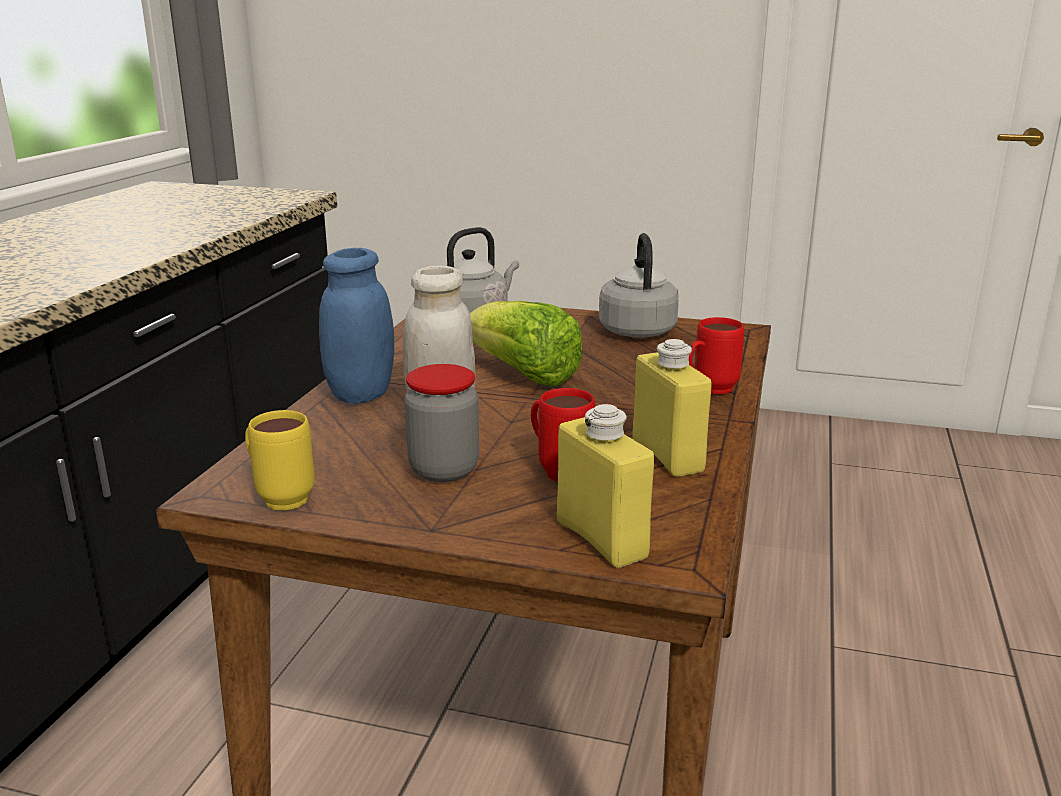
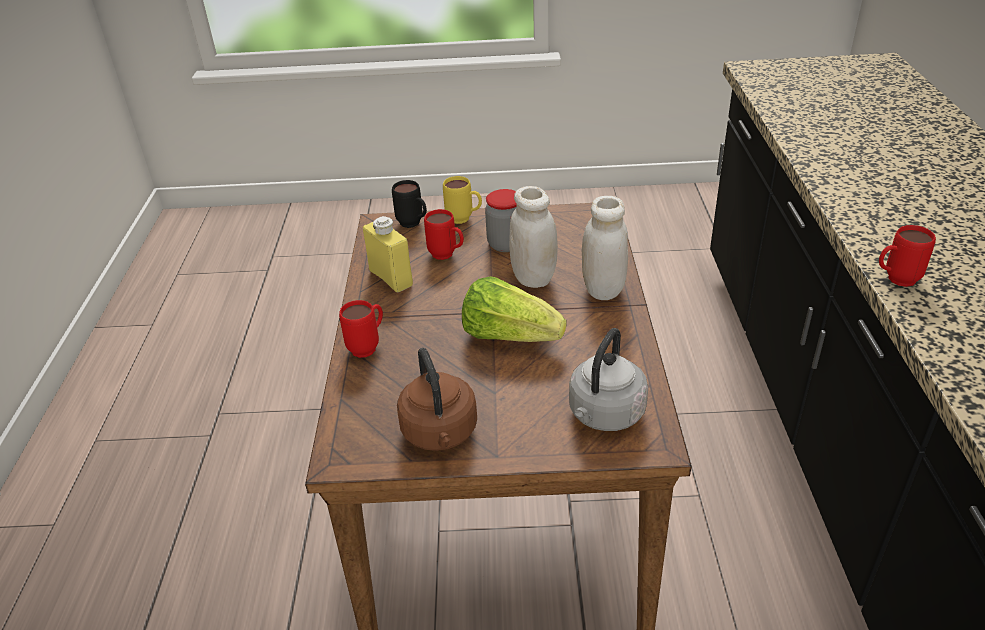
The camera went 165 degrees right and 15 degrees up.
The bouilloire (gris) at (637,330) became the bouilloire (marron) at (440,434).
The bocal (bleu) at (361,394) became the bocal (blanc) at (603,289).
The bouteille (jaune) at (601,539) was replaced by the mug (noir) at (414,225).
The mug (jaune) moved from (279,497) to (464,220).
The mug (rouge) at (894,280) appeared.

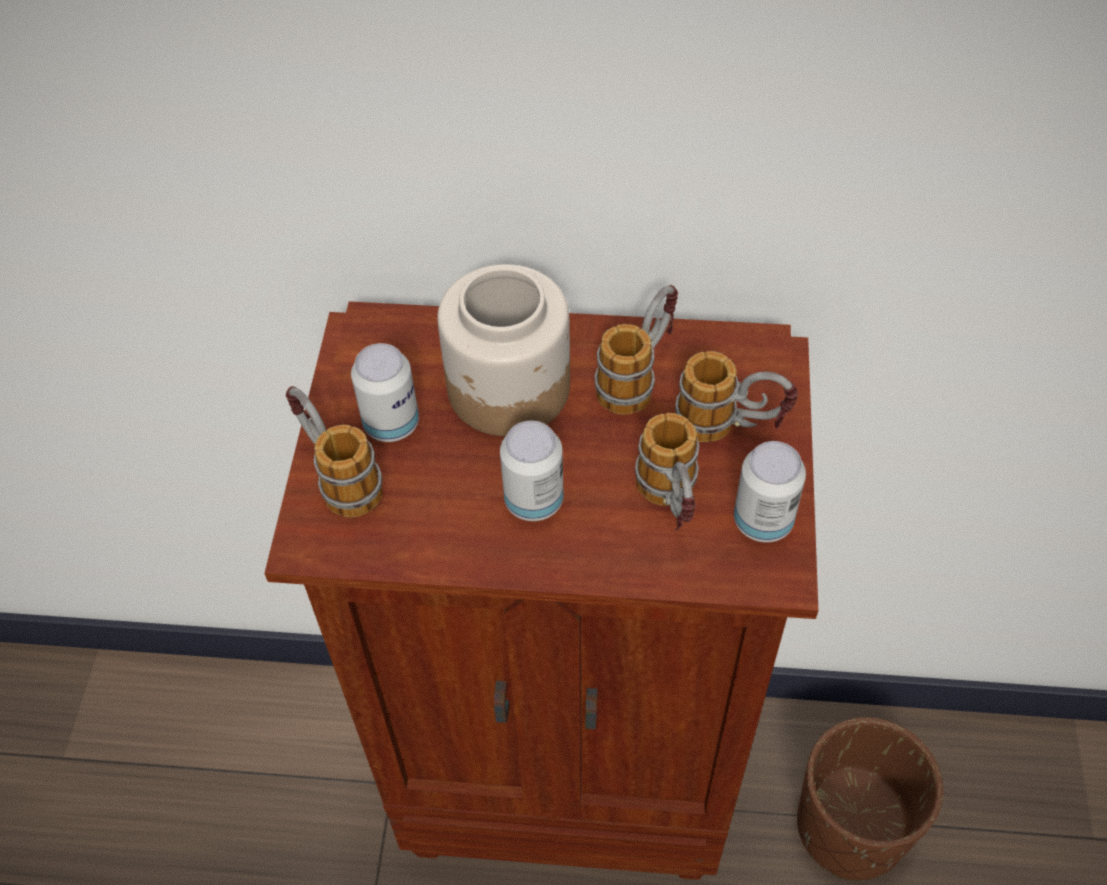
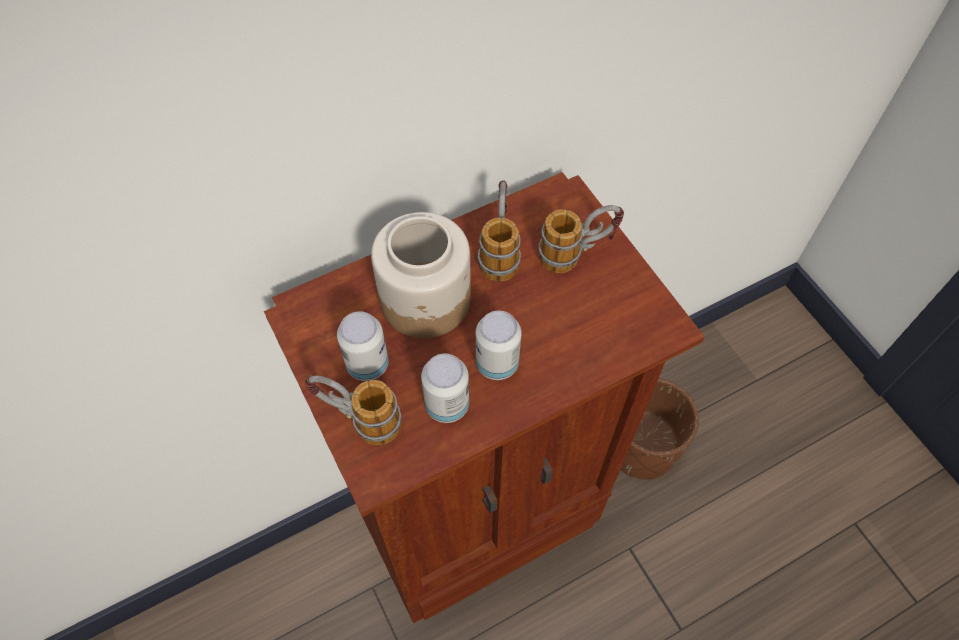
The camera went 35 degrees left and 5 degrees up.
The mug at (671,505) disappeared.
The boîte métallique moved from (763,521) to (447,405).

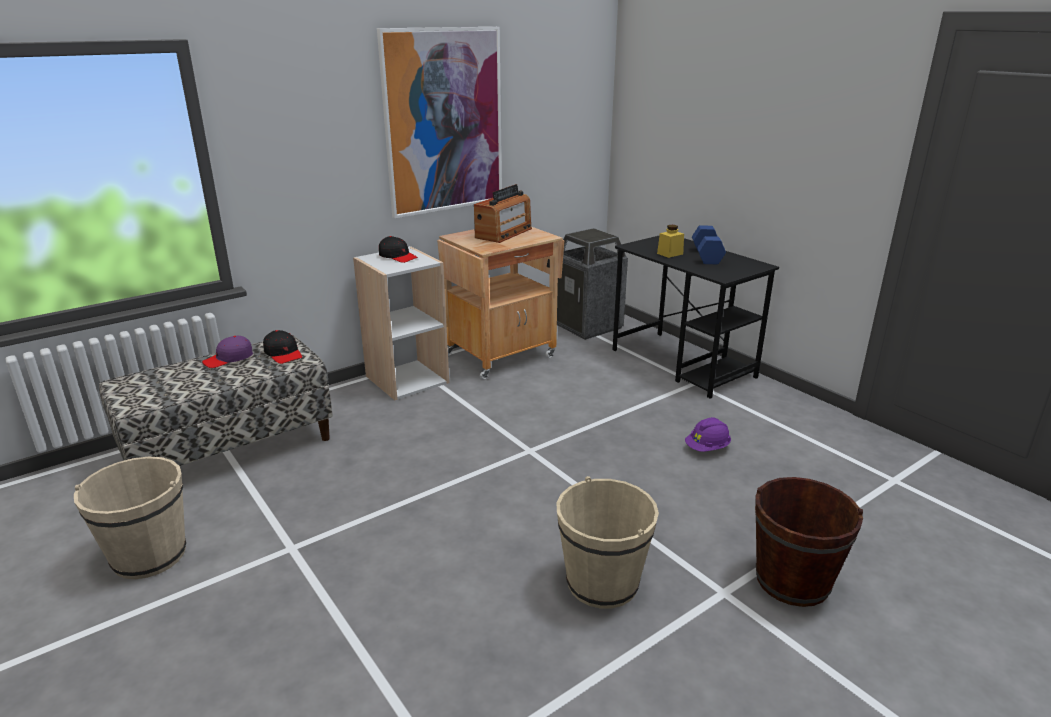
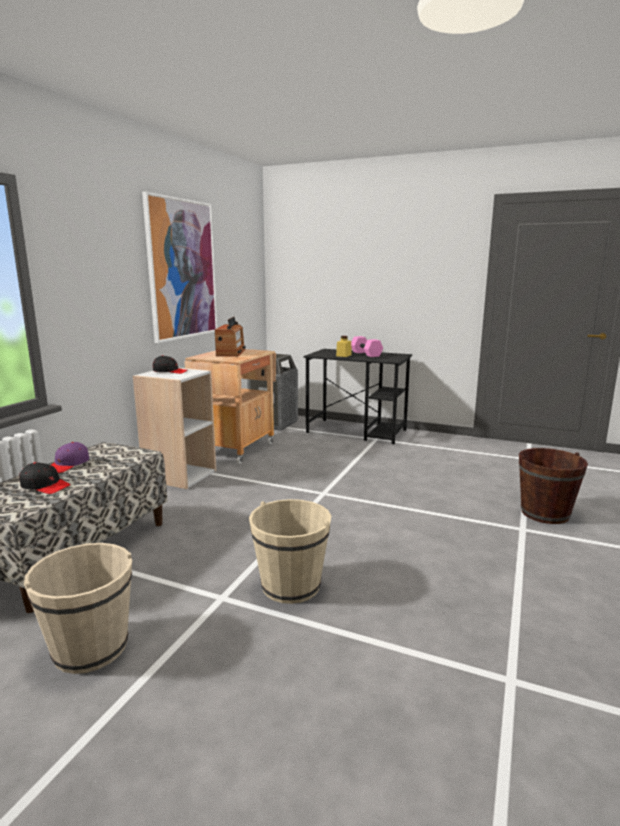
The camera went 30 degrees left and 10 degrees down.
The haltère (bleu) at (707,256) became the haltère (rose) at (366,354).
The casquette (noir) moved from (283,353) to (45,486).
The casque de chantier (violet) at (707,448) disappeared.
The seau (beige) moved from (602,582) to (291,585).

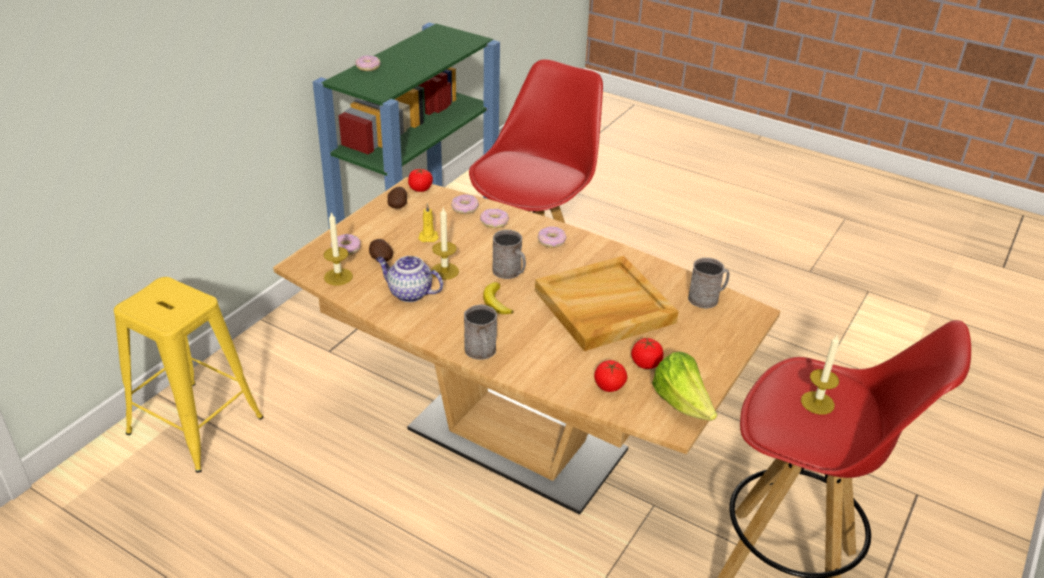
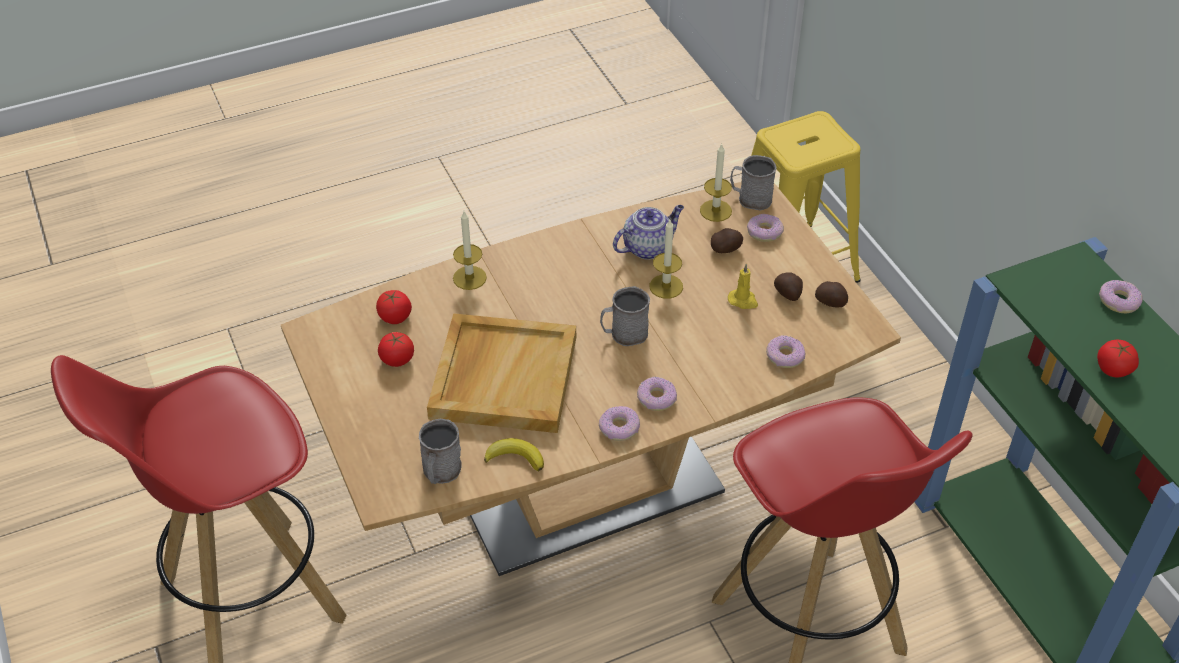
The camera went 125 degrees right and 10 degrees up.
The tomate moved from (420,189) to (1113,369).
The beignet moved from (494,222) to (619,428).
The banane moved from (496,302) to (515,457).
The mug (gris) moved from (481,352) to (750,198).
The bougie moved from (817,403) to (469,278).
The laitue at (682,404) disappeared.
The pomme de terre at (788,294) appeared.

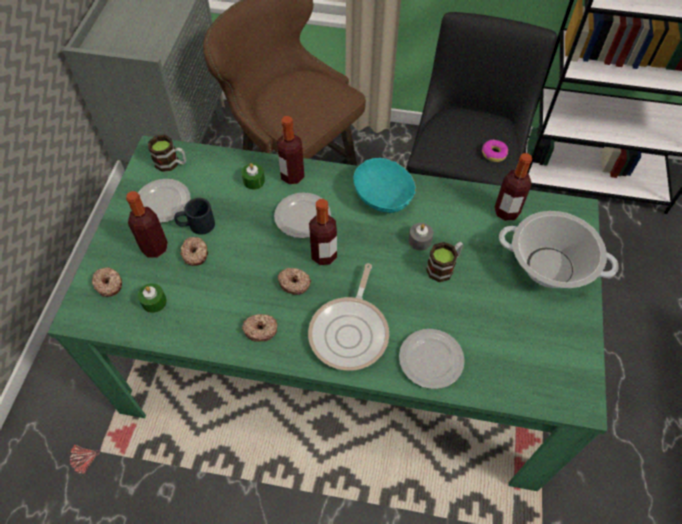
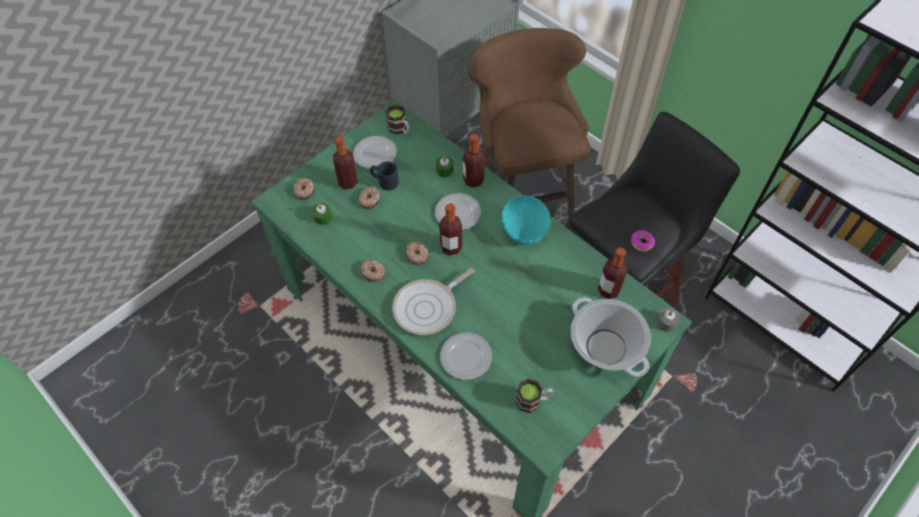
The camera went 35 degrees right and 0 degrees up.
The bougie (gris) moved from (420,240) to (666,322).
The mug moved from (444,267) to (533,400).

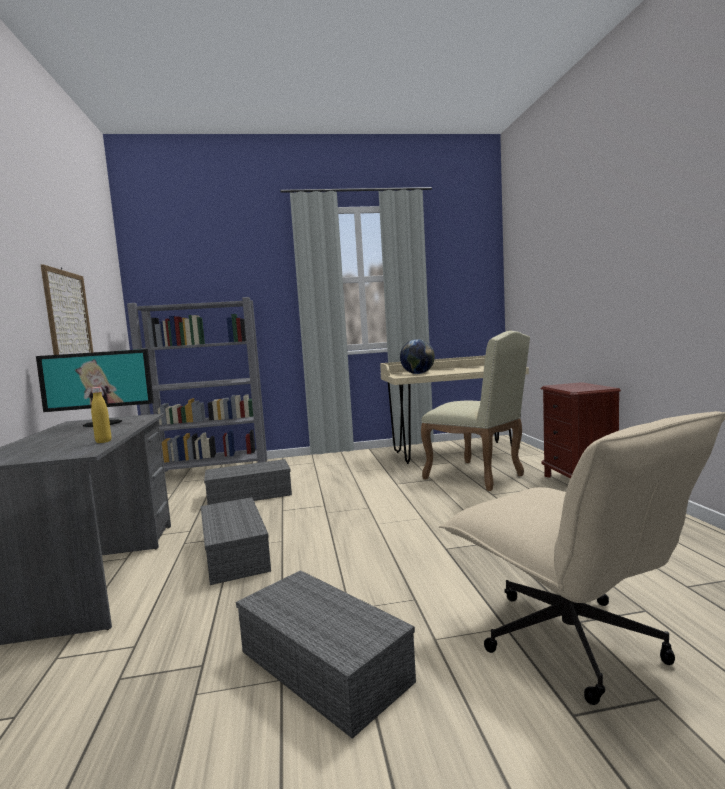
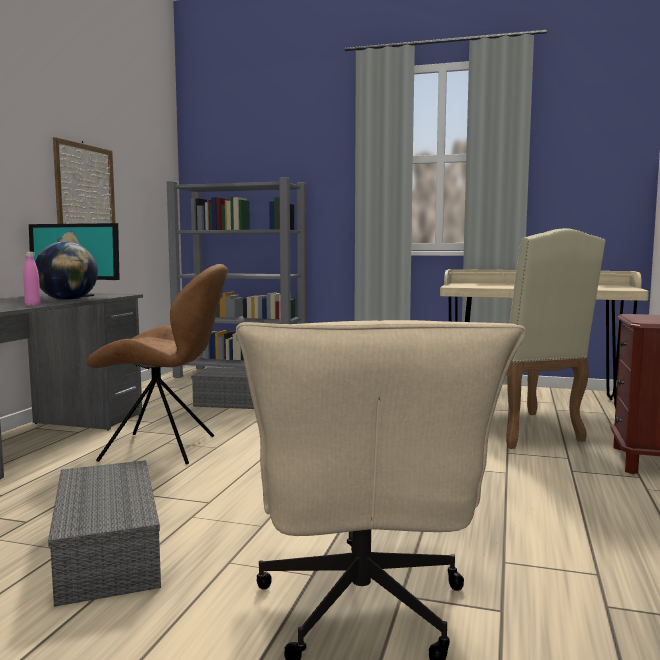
The camera went 25 degrees right and 0 degrees up.
The globe moved from (417,374) to (67,300).
The bouteille (jaune) at (103,441) became the bouteille (rose) at (32,305).
The boîte de rangement (gris) at (236,554) was replaced by the chaise (marron) at (163,448).

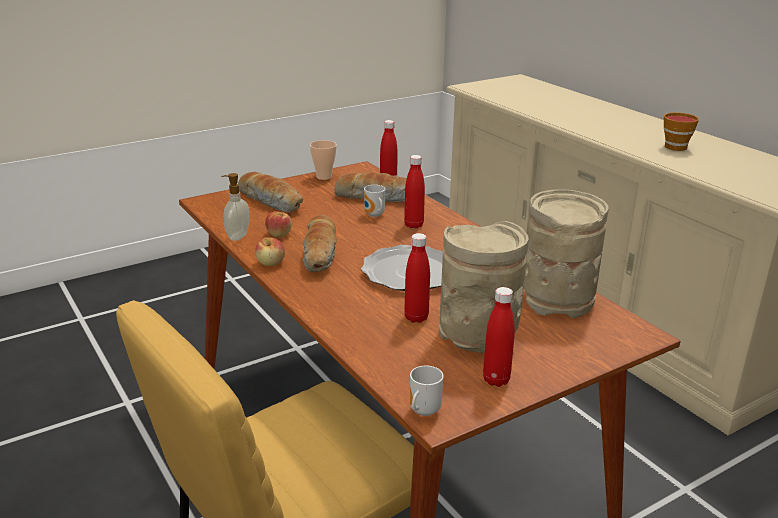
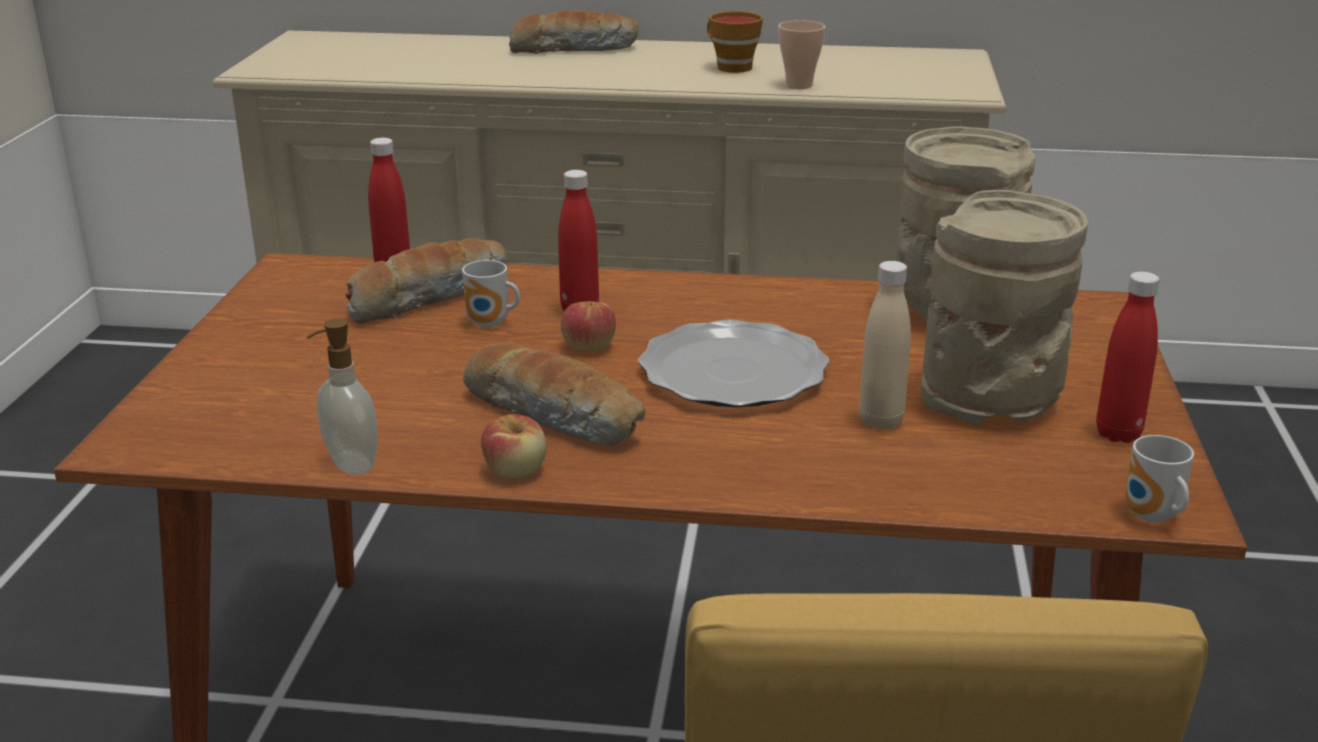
The camera went 50 degrees left and 0 degrees up.
The tasse moved from (324,177) to (799,85).
The pain moved from (271,201) to (574,49).
The pomme moved from (279,234) to (588,346).
The bouteille (rouge) at (416,317) became the bouteille (beige) at (880,421).

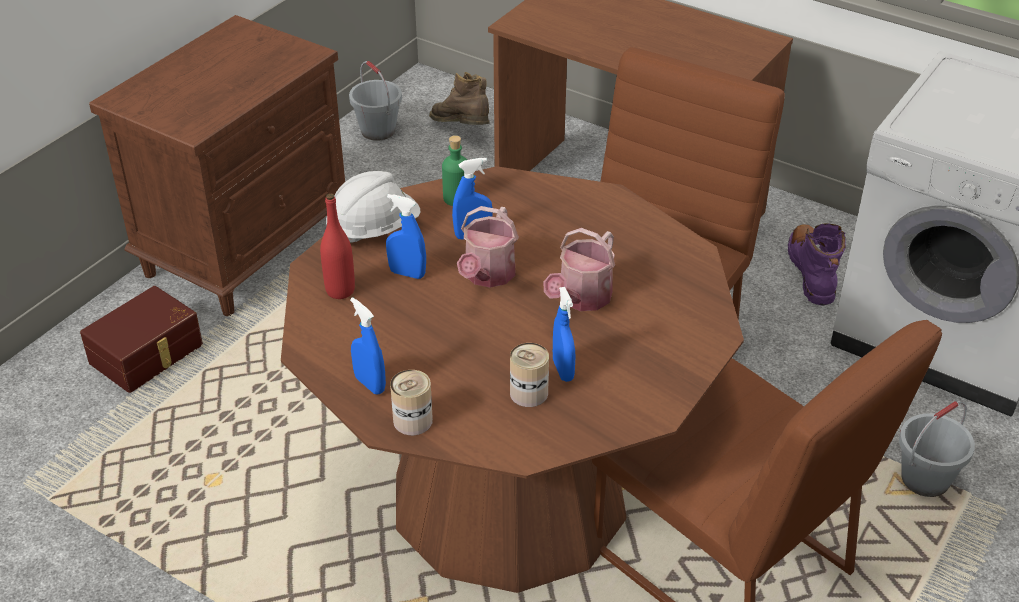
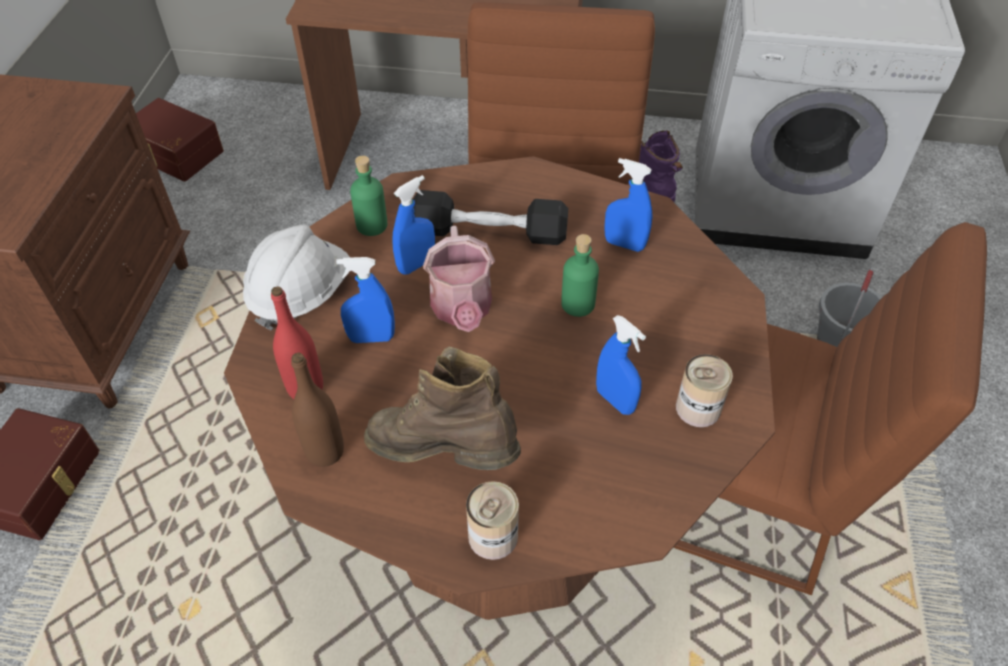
The camera went 25 degrees left and 10 degrees up.
The seau (gris) at (378,131) was replaced by the boîte de rangement (marron) at (175,154).
The botte (marron) moved from (462,130) to (445,454).
The arrosoir at (581,299) was replaced by the bouteille (vert) at (577,304).
The vaporisateur (bleu) moved from (370,384) to (624,244).
The boîte métallique moved from (529,393) to (698,408).
The haltère (noir) at (489,232) appeared.
The bouteille (marron) at (325,451) appeared.

